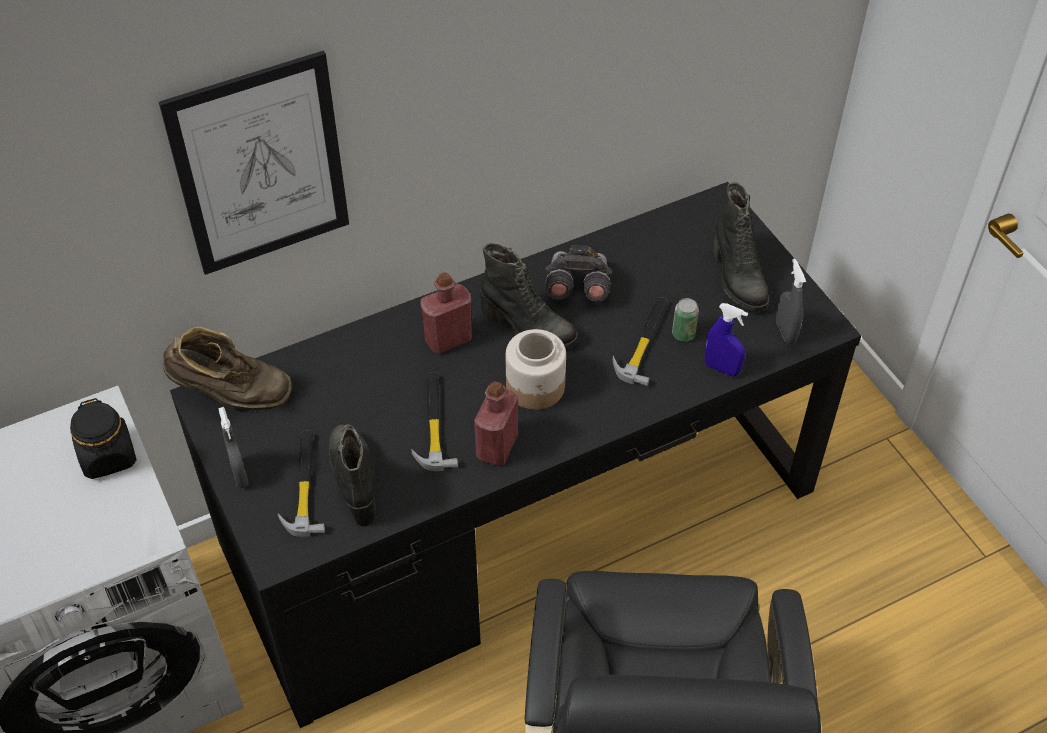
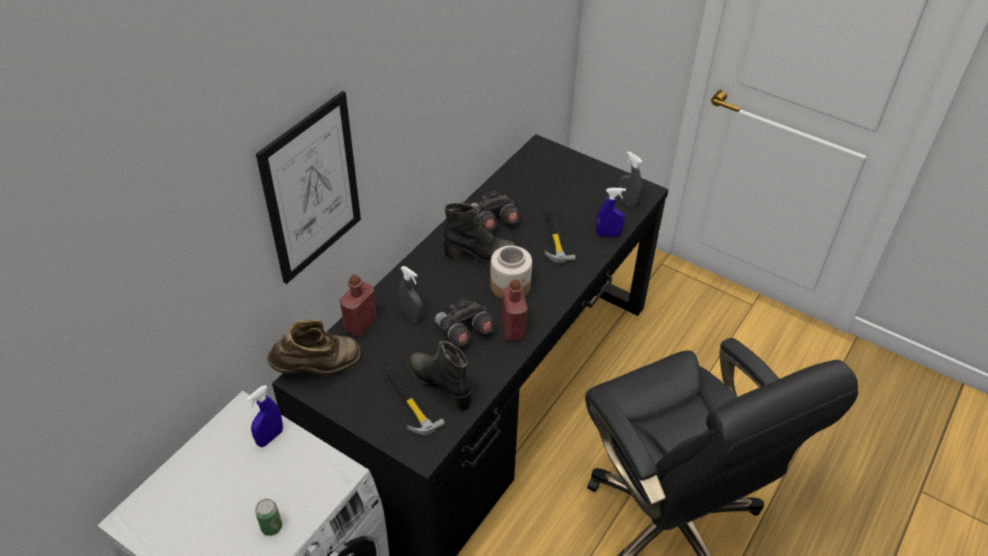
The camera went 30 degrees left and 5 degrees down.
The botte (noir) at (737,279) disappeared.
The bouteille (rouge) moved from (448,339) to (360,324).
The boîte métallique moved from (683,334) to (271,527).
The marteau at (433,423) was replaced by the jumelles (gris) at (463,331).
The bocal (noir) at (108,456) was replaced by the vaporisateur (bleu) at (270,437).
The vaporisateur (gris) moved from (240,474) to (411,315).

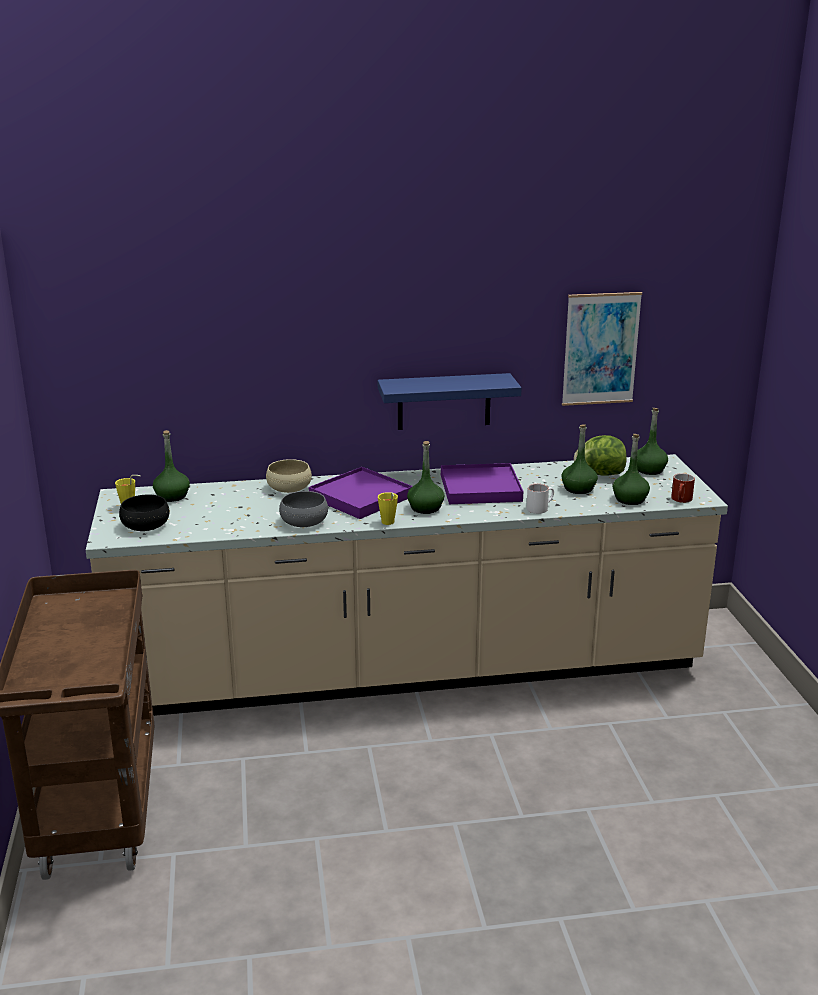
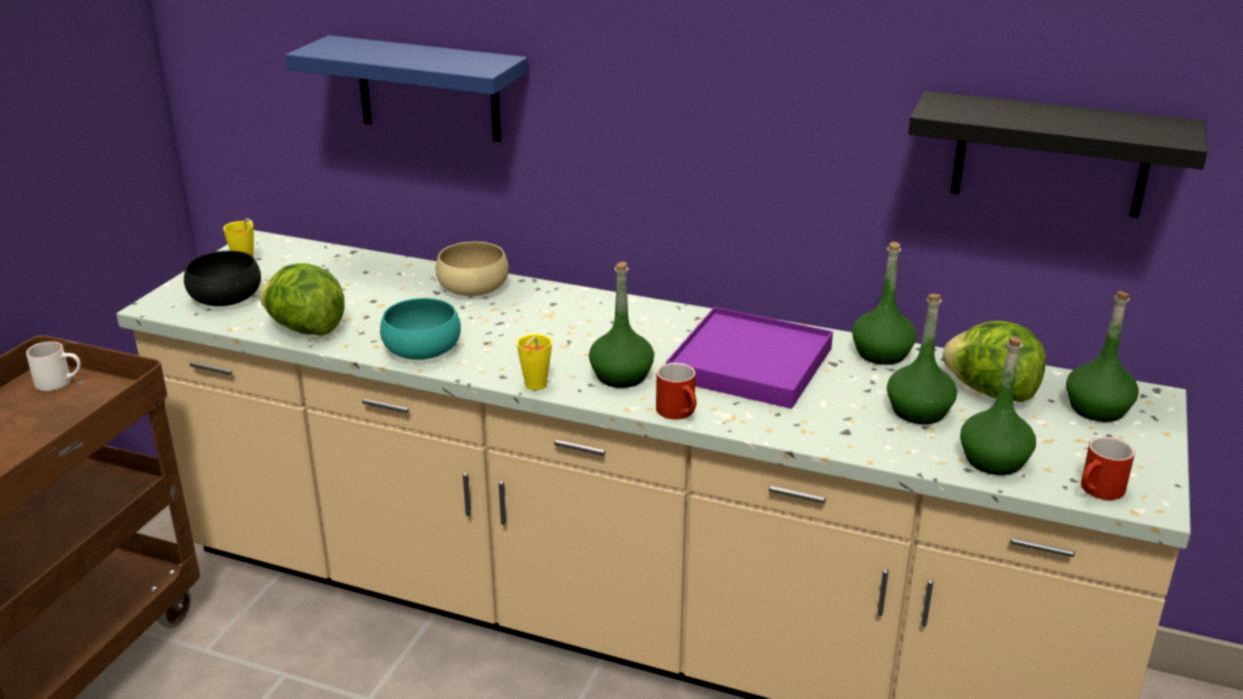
The camera went 30 degrees right and 5 degrees up.
The tableau at (600,349) was replaced by the étagère (noir) at (1051,155).
The étagère (bleu) moved from (444,401) to (428,89).
The bouteille (vert) moved from (172,496) to (882,354).
The plateau (violet) at (361,497) disappeared.
The mug (blanc) moved from (540,508) to (60,382).
The bol (gris) at (304,521) became the bol (turquoise) at (422,349).
The laitue at (305,329) appeared.
The mug (rouge) at (680,413) appeared.

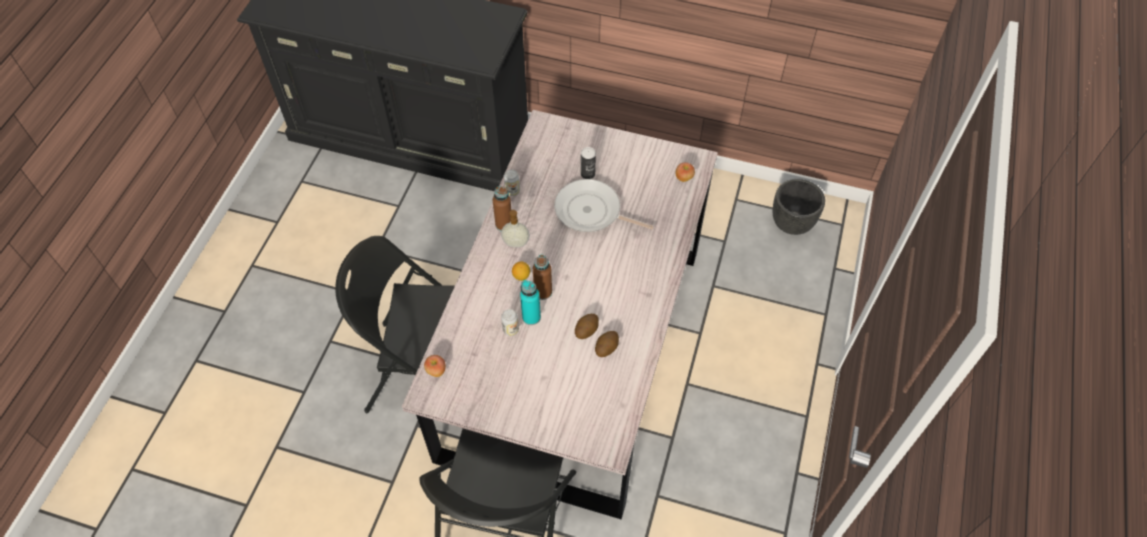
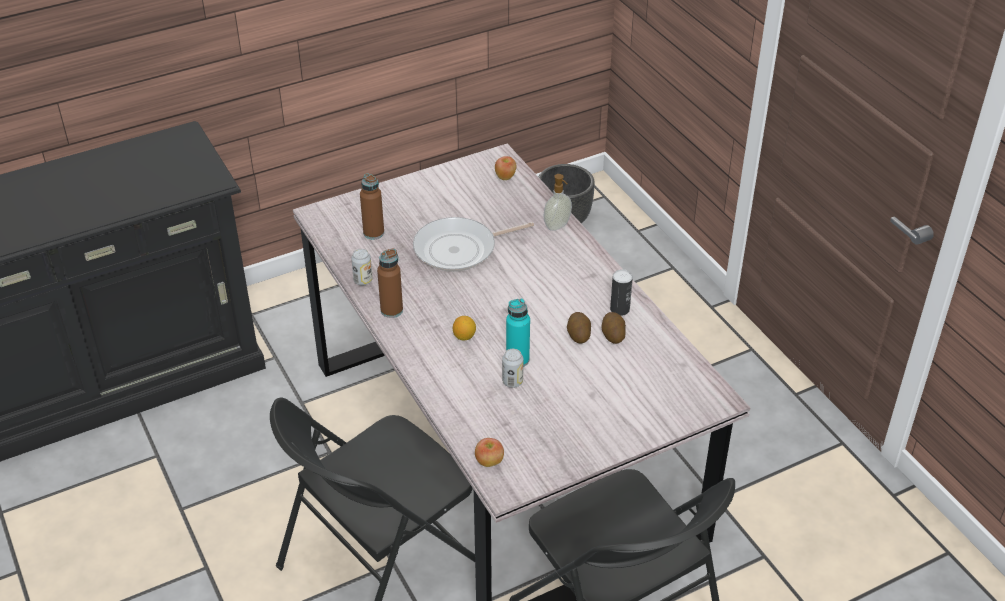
The camera went 45 degrees left and 15 degrees down.
The boîte métallique moved from (587,174) to (619,309).
The distributeur de savon moved from (516,244) to (557,226).
The bouteille (marron) moved from (543,292) to (373,233).

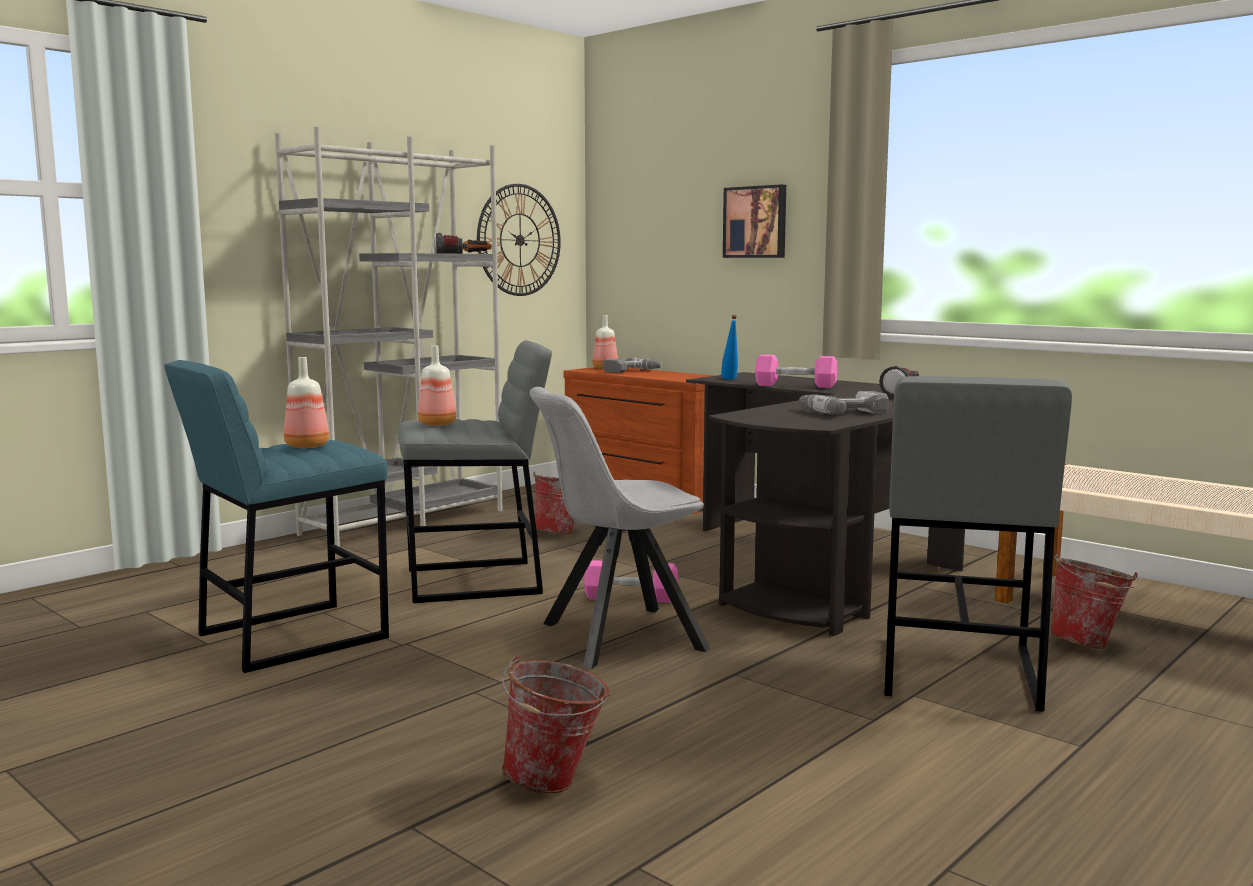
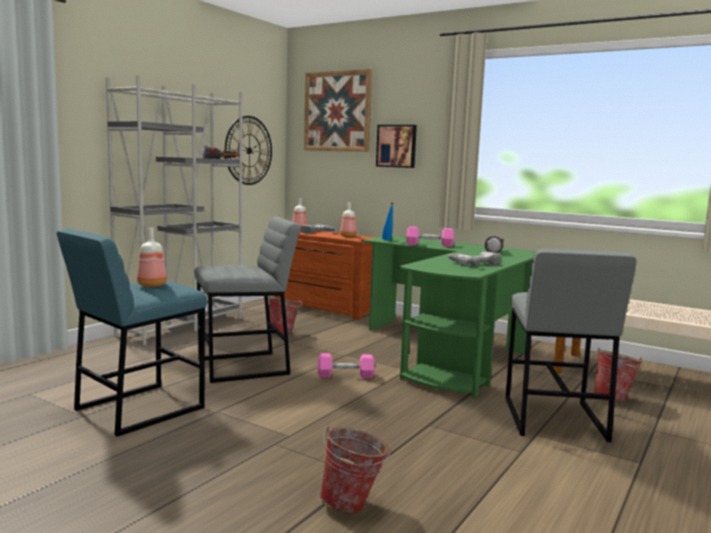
The camera went 10 degrees left and 0 degrees up.
The bouteille moved from (438,424) to (348,236).
The bureau (noir) at (828,565) became the bureau (vert) at (451,351).
The chaise (gris) at (618,637) disappeared.
The tableau at (337,111) appeared.

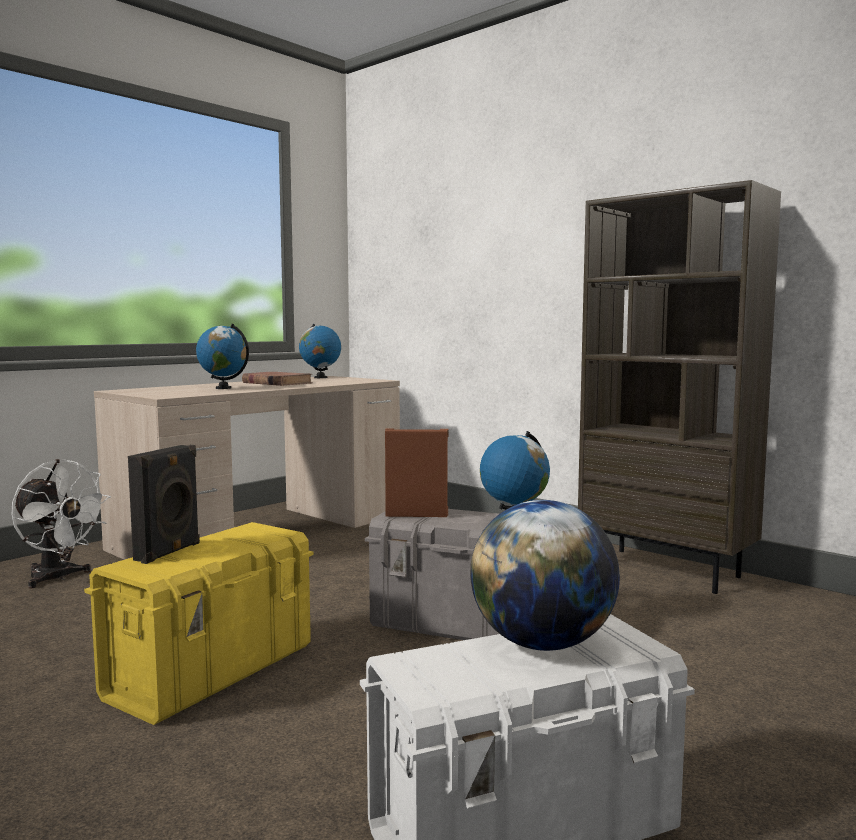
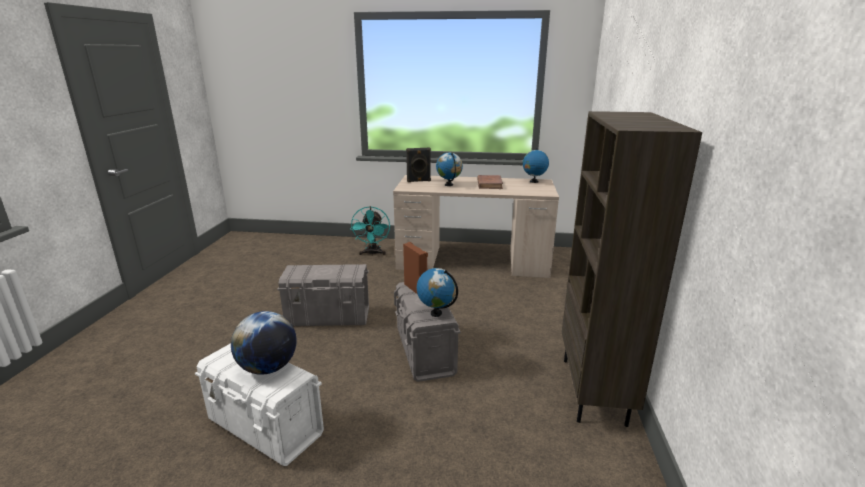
The camera went 55 degrees right and 15 degrees up.
The enceinte (noir) moved from (169,552) to (418,181).
The ventilateur (blanc) at (58,578) became the ventilateur (turquoise) at (372,253).
The boîte de rangement (jaune) at (212,671) became the boîte de rangement (gris) at (328,317).

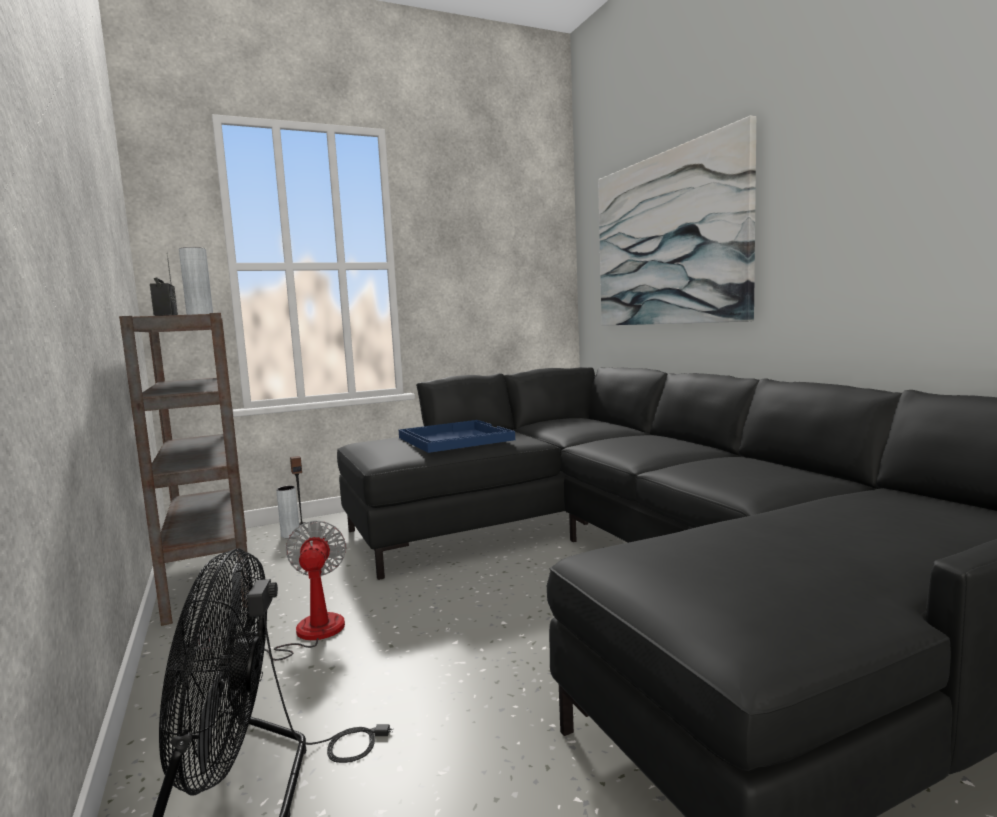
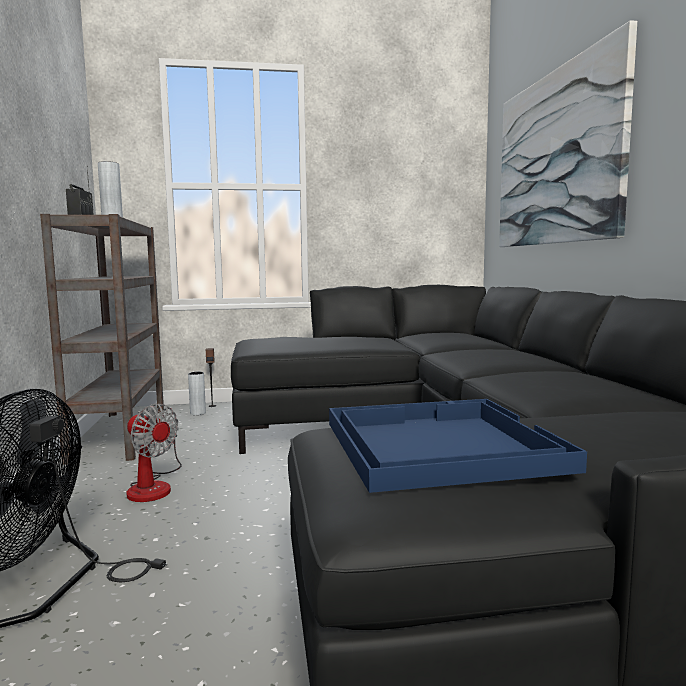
The camera went 15 degrees right and 0 degrees up.
The plateau (bleu) moved from (453,439) to (437,444).
The ventilateur at (303,635) turned 120 degrees clockwise.

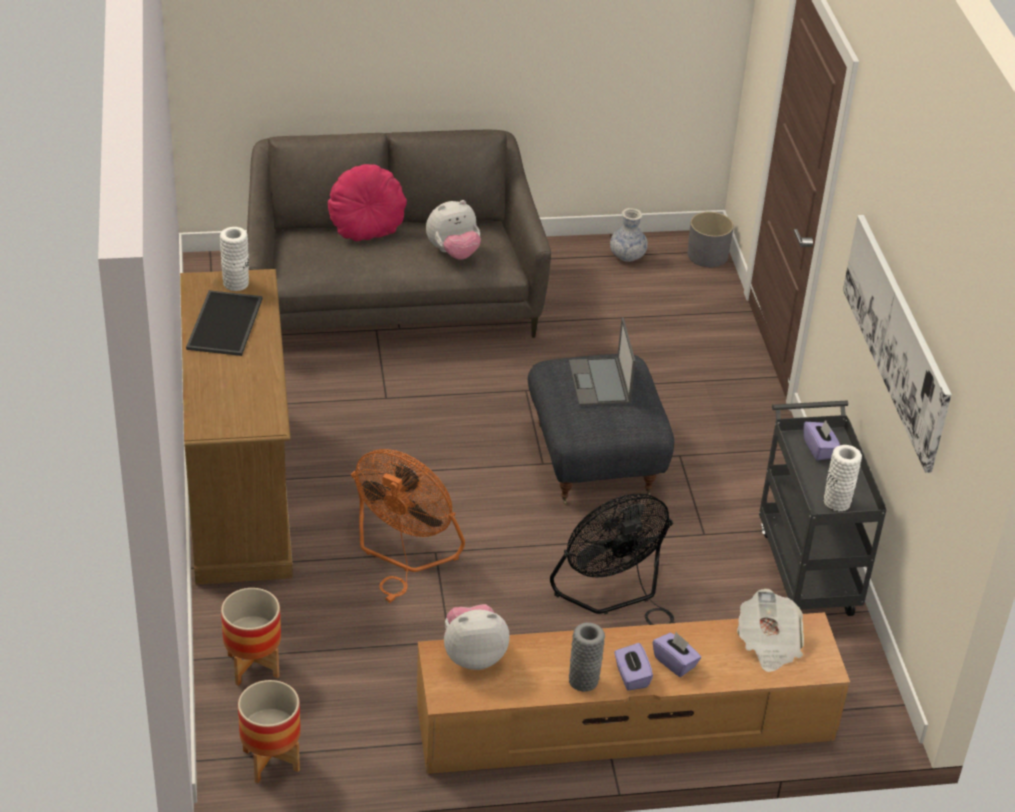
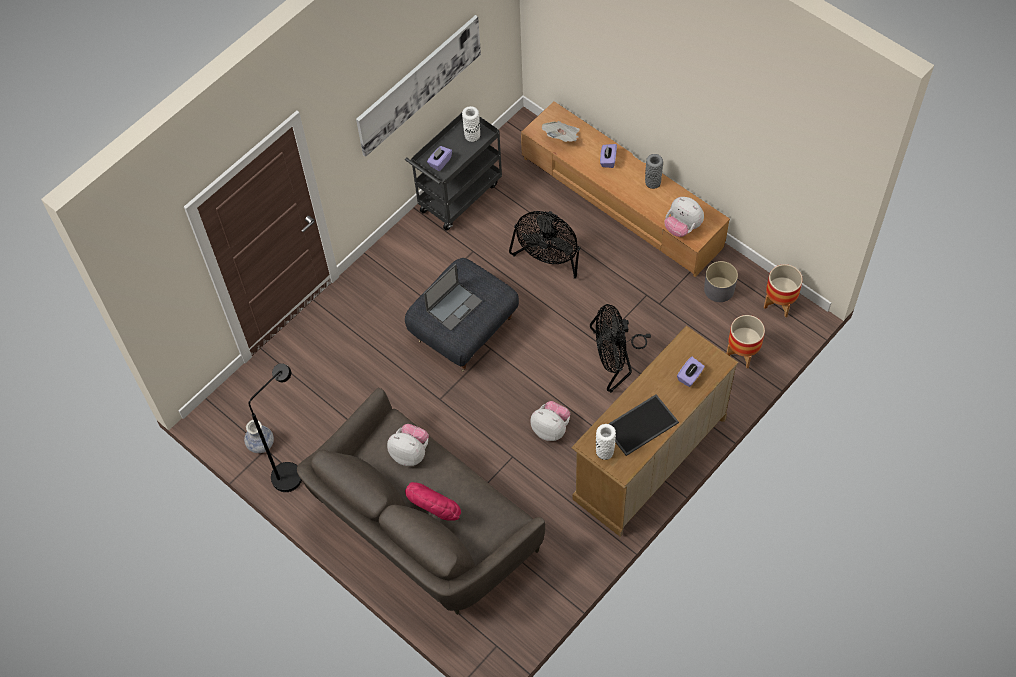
The camera went 125 degrees left and 20 degrees up.
The cache-pot (gris) moved from (708,255) to (718,289).
The ventilateur (orange) at (399,553) became the ventilateur (noir) at (616,356).
The boîte à mouchoirs (violet) moved from (631,676) to (690,376).
The lampadaire (noir) at (292,471) appeared.
The peluche at (551,428) appeared.

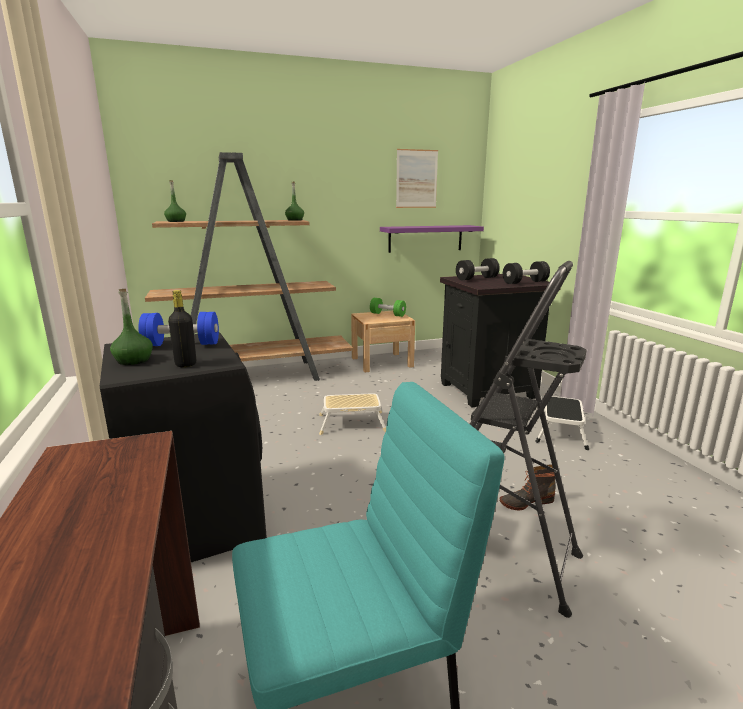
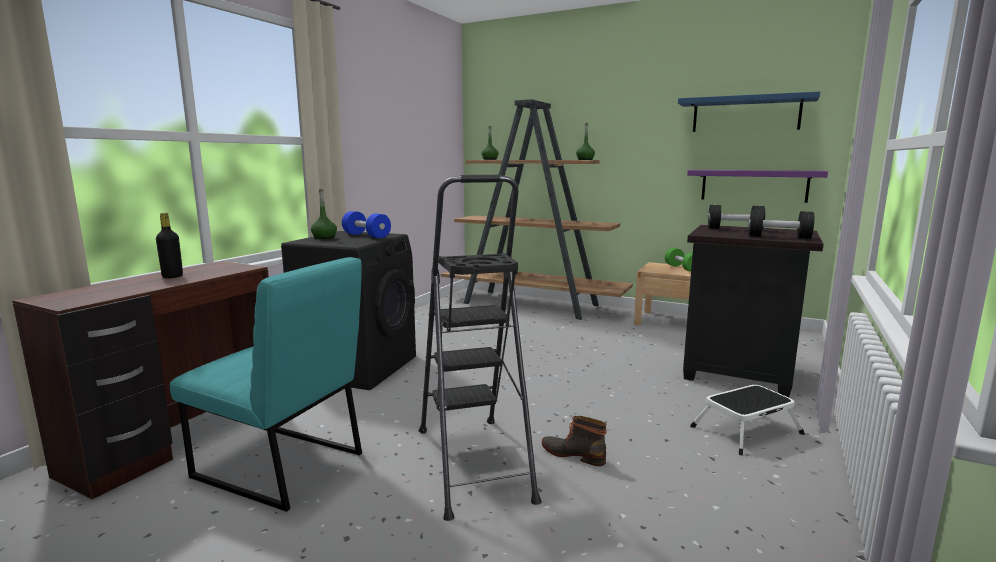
The camera went 45 degrees right and 5 degrees down.
The tableau at (416,179) was replaced by the étagère (bleu) at (745,114).
The bouteille (noir) moved from (186,364) to (172,276).
The escabeau (beige) at (352,423) disappeared.

